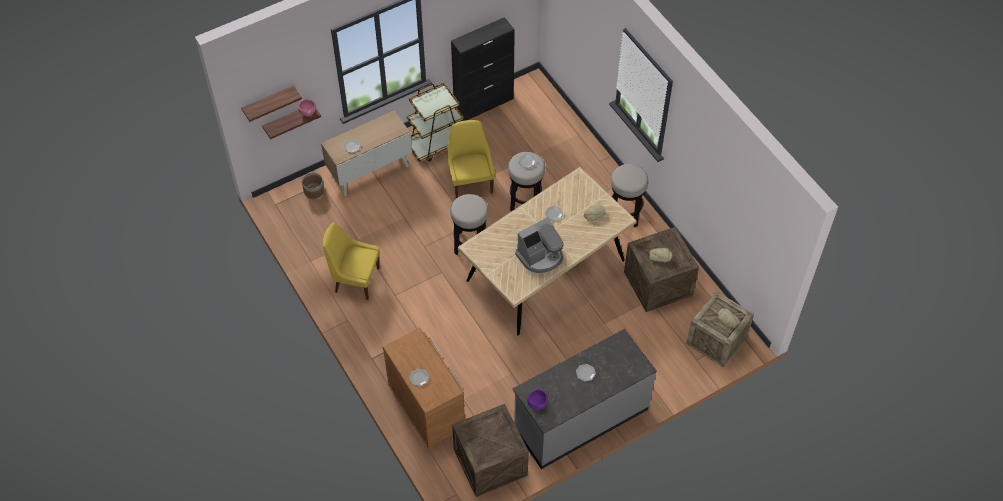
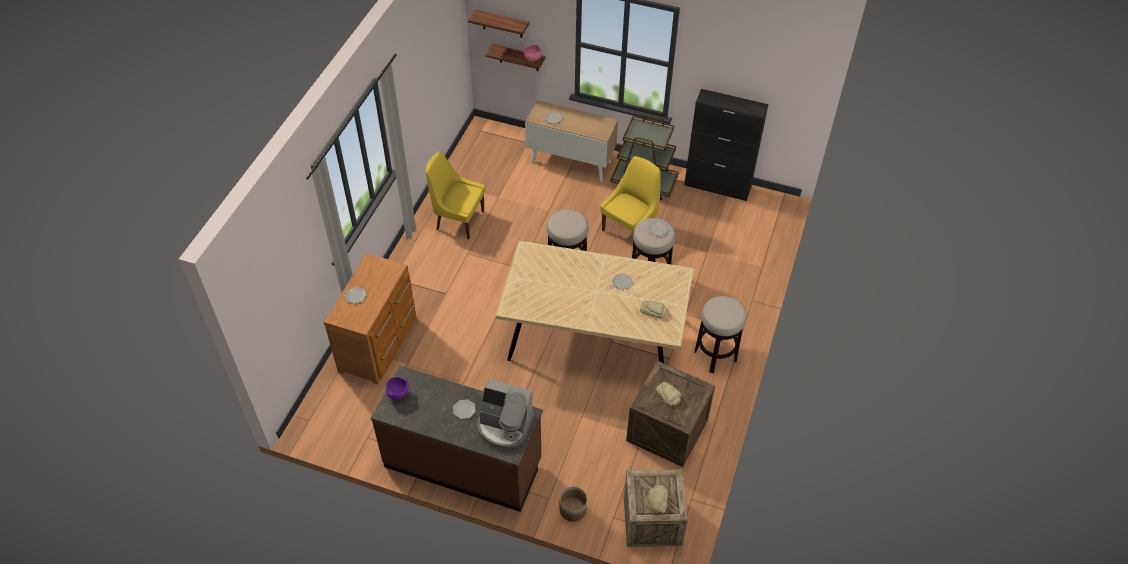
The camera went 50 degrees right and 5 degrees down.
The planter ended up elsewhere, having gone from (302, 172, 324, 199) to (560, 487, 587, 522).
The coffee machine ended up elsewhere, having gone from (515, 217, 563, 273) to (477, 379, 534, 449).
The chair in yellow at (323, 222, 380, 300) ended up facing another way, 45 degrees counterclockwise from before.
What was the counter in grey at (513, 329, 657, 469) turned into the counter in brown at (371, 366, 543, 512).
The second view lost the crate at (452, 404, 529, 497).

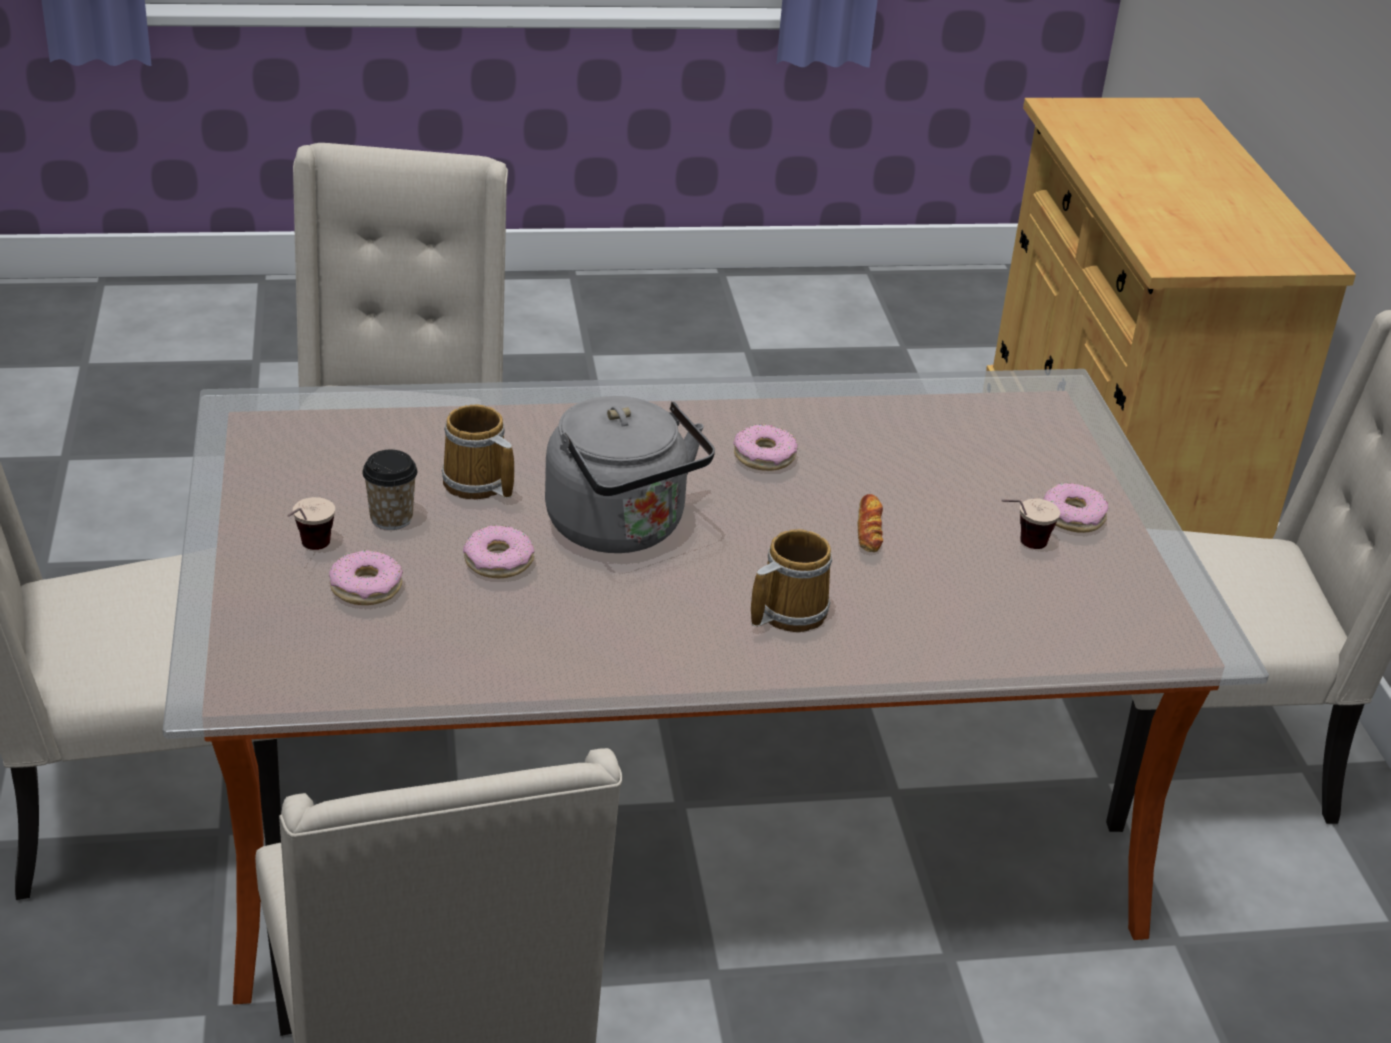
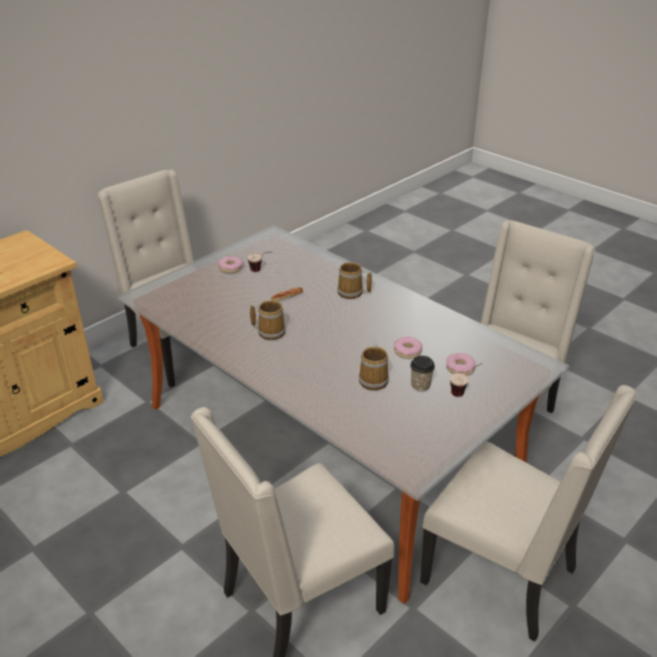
The camera went 125 degrees left and 0 degrees up.
The second view lost the kettle in grey at (545, 396, 715, 553).
Where the donut stood at (733, 424, 798, 471), the mug came to stand at (250, 300, 285, 340).

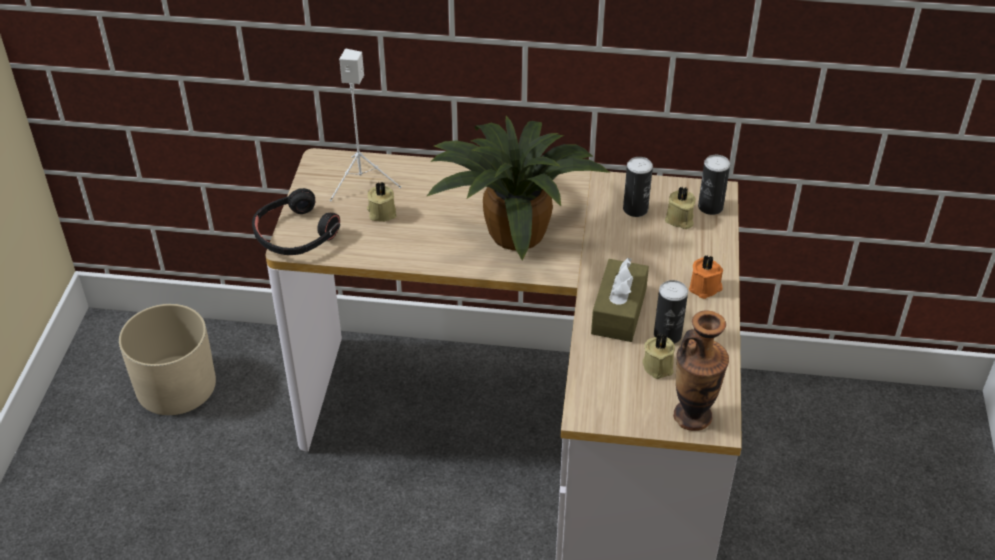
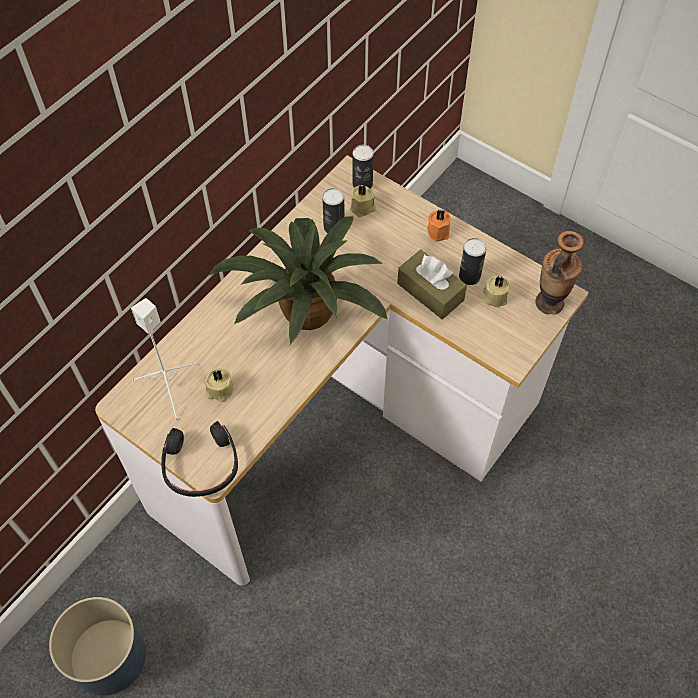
The camera went 60 degrees left and 15 degrees up.
What was the planter in beige at (119, 304, 216, 415) turned into the planter in blue at (49, 597, 146, 696).

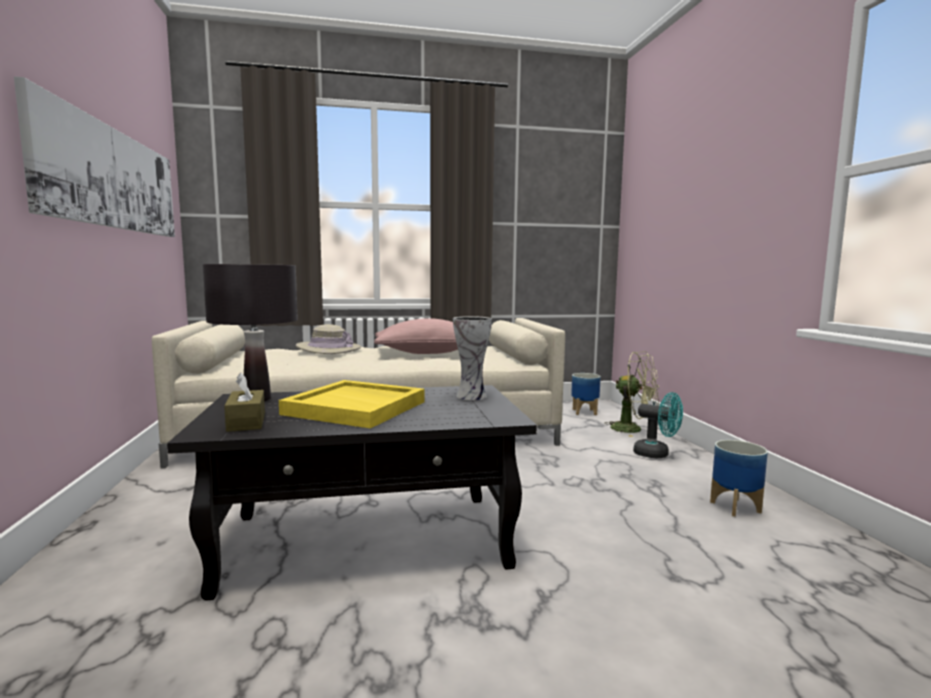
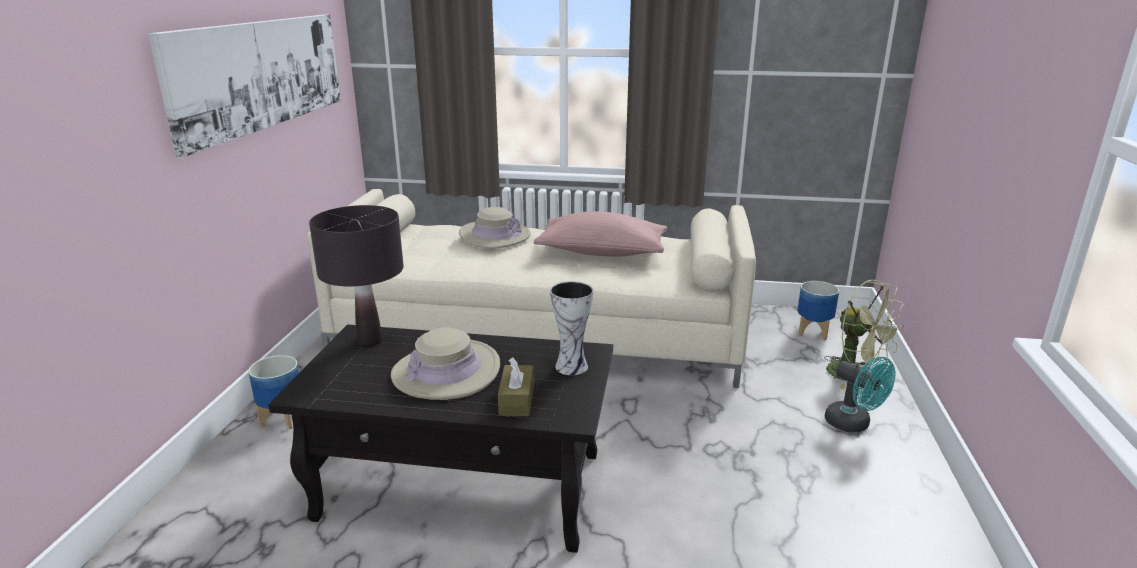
The camera went 20 degrees right and 15 degrees up.
The tissue box in brown ended up elsewhere, having gone from (224, 373, 265, 432) to (498, 357, 534, 416).
Where the tray in yellow stood at (279, 380, 425, 429), the hat in beige came to stand at (391, 327, 500, 400).
The planter ended up elsewhere, having gone from (710, 440, 768, 517) to (248, 355, 299, 430).

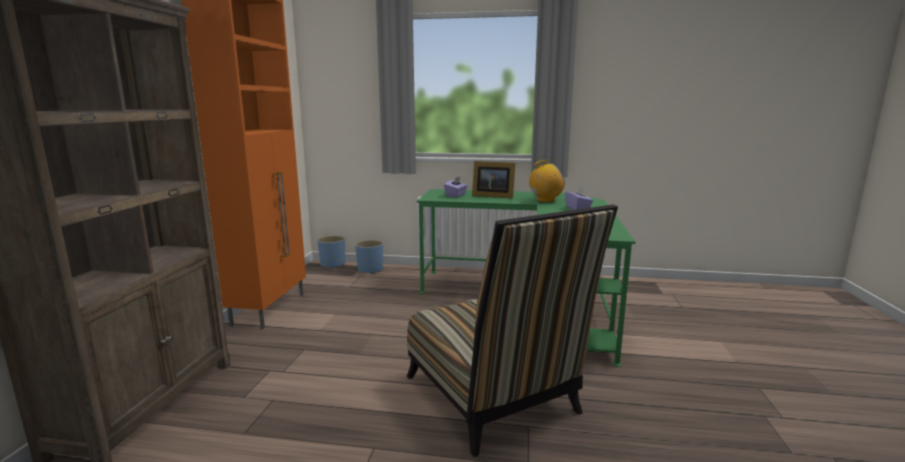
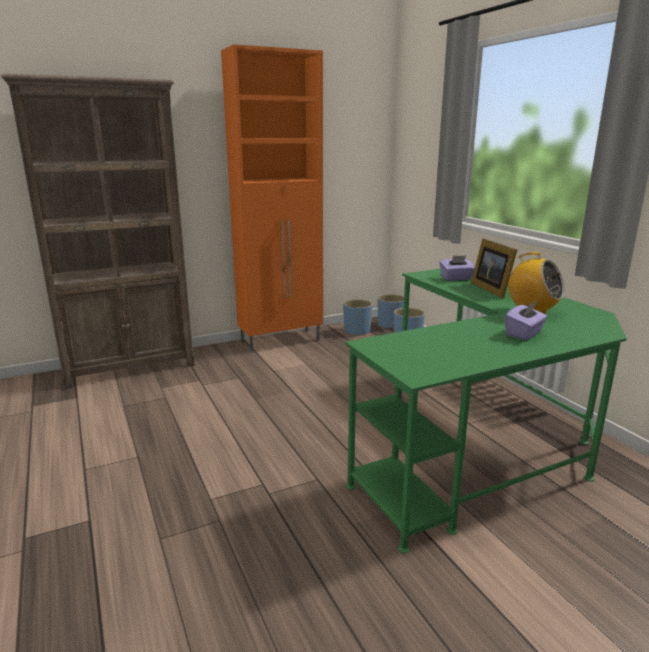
The camera went 55 degrees right and 5 degrees up.
The second view lost the chair at (407, 204, 618, 457).
The second view gained the planter in blue at (343, 299, 373, 336).

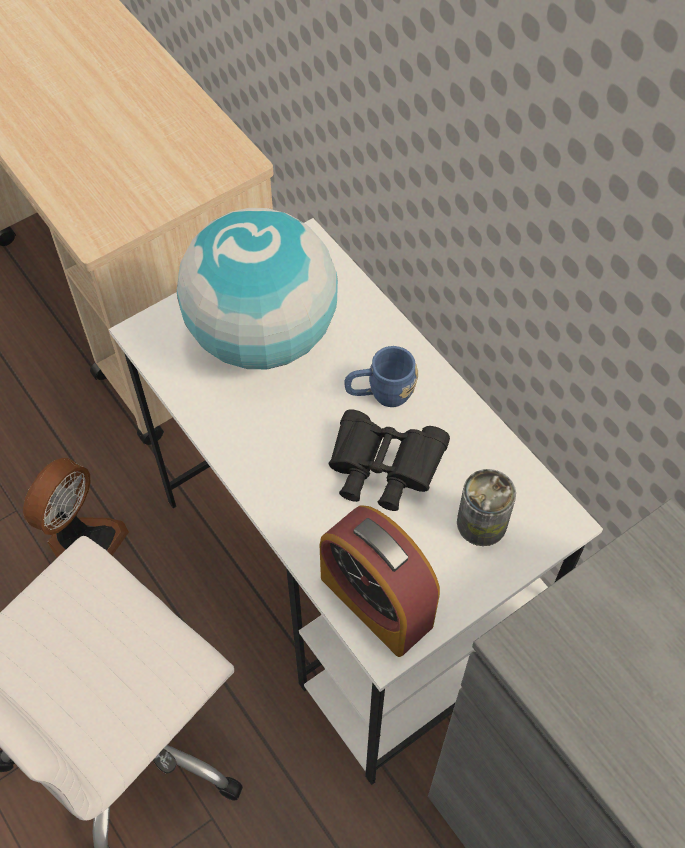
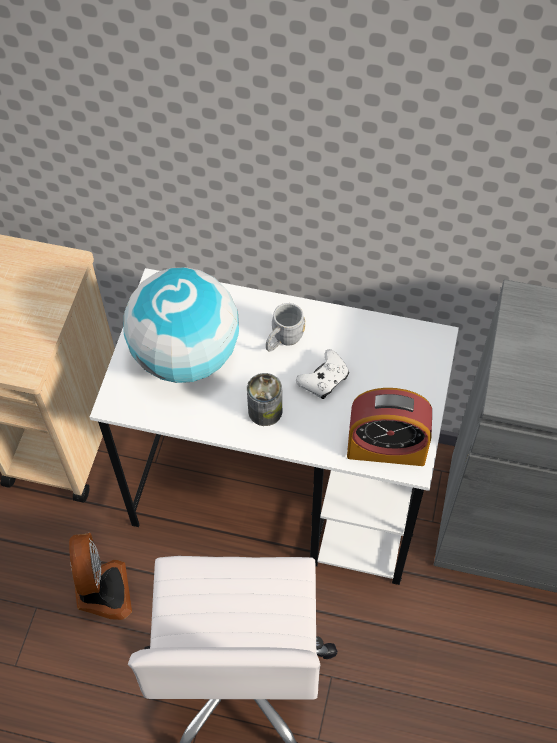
The camera went 40 degrees left and 0 degrees up.
What was the mug in blue at (344, 346, 418, 407) turned into the mug in grey at (266, 303, 305, 352).
Where the binoculars in black stood at (328, 409, 450, 511), the game controller in white came to stand at (296, 349, 349, 399).
The can ended up elsewhere, having gone from (457, 469, 516, 546) to (247, 373, 282, 426).

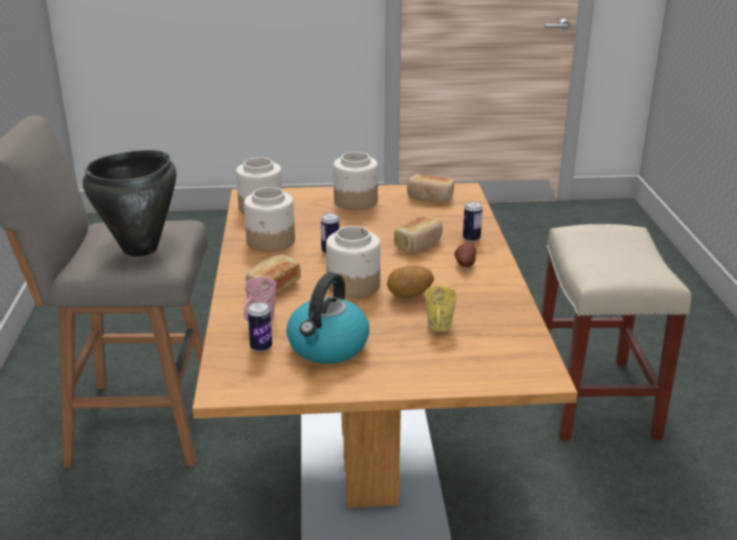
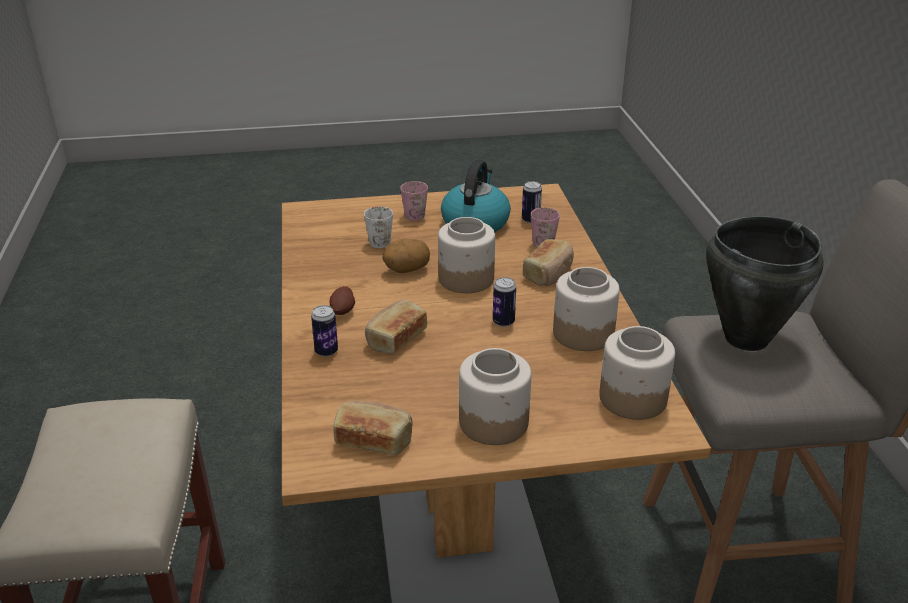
The camera went 175 degrees right and 5 degrees up.
What was the mug in yellow at (425, 285, 457, 332) turned into the mug in white at (364, 206, 393, 248).
The second view gained the mug in pink at (400, 181, 428, 221).

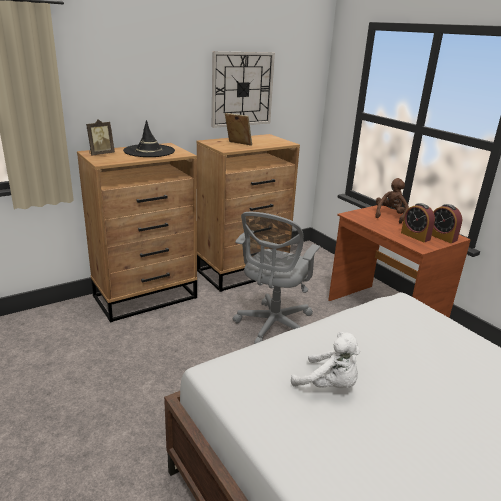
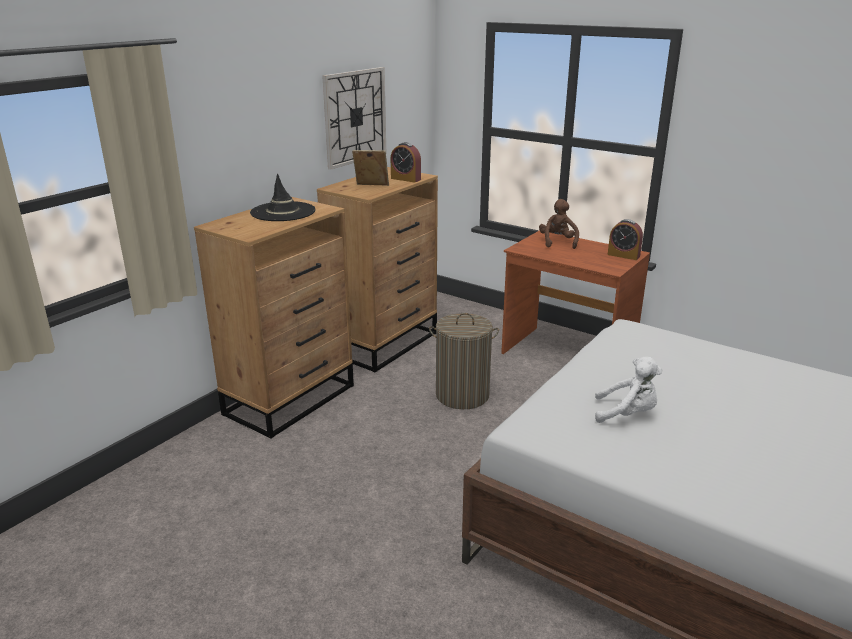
The camera went 20 degrees left and 0 degrees up.
The second view lost the picture frame at (86, 119, 115, 155).
The alarm clock ended up elsewhere, having gone from (401, 203, 435, 242) to (391, 142, 421, 183).
Where the office chair in grey stood at (233, 212, 320, 344), the laundry basket came to stand at (429, 313, 499, 409).

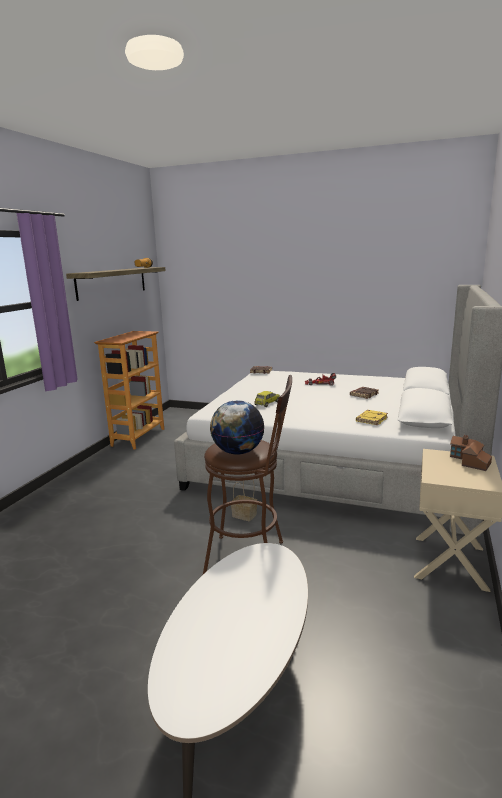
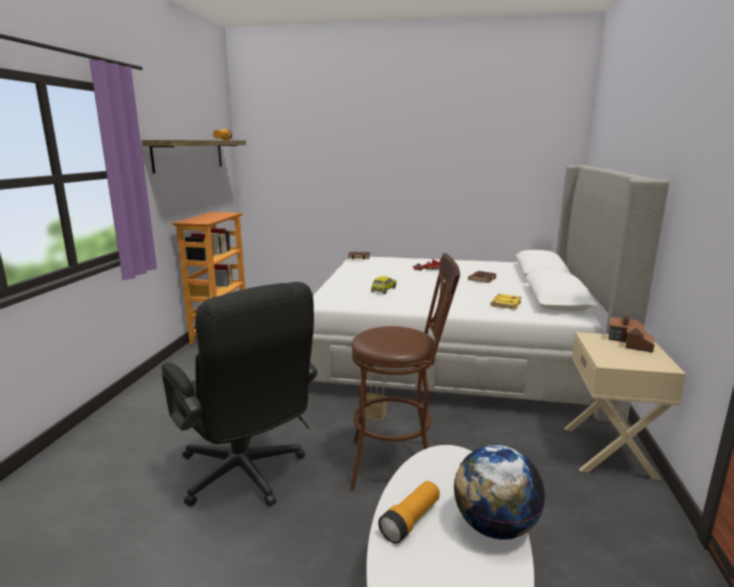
The camera went 10 degrees left and 0 degrees up.
The globe ended up elsewhere, having gone from (210, 400, 264, 455) to (454, 445, 545, 540).
The second view gained the office chair in black at (161, 282, 317, 507).
The second view gained the flashlight at (378, 481, 440, 544).

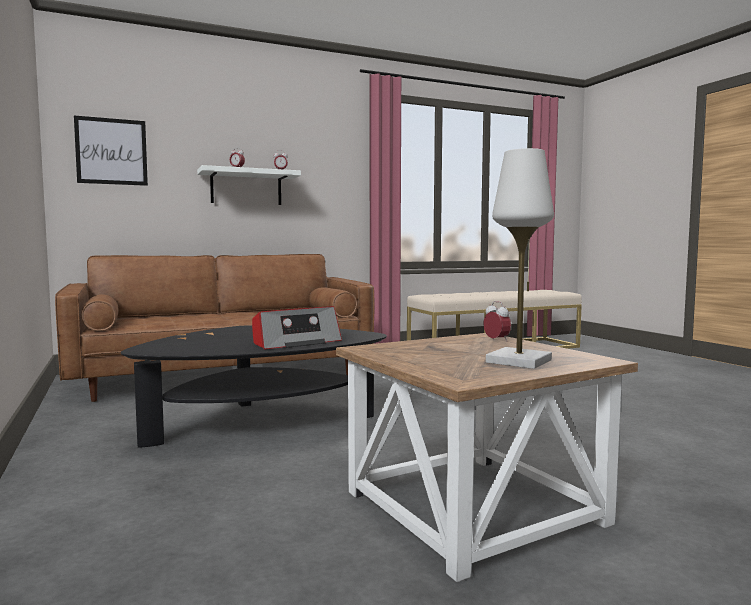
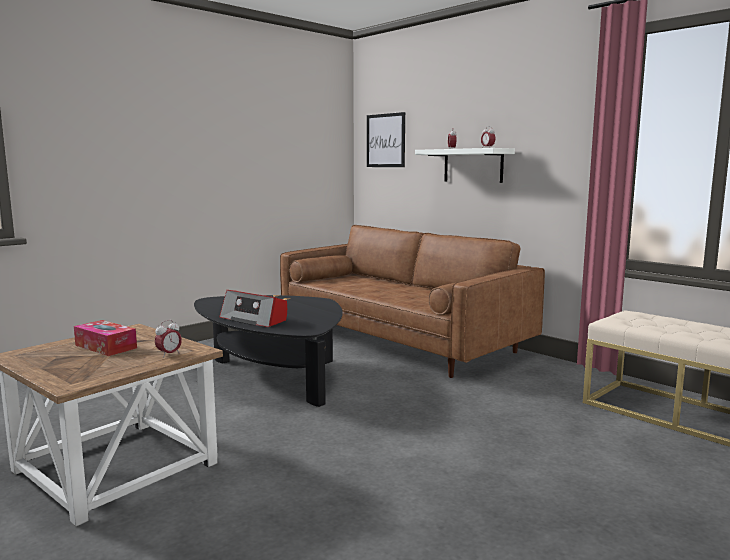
The camera went 70 degrees right and 5 degrees up.
The second view lost the table lamp in white at (486, 148, 554, 369).
The second view gained the tissue box at (74, 320, 137, 356).

